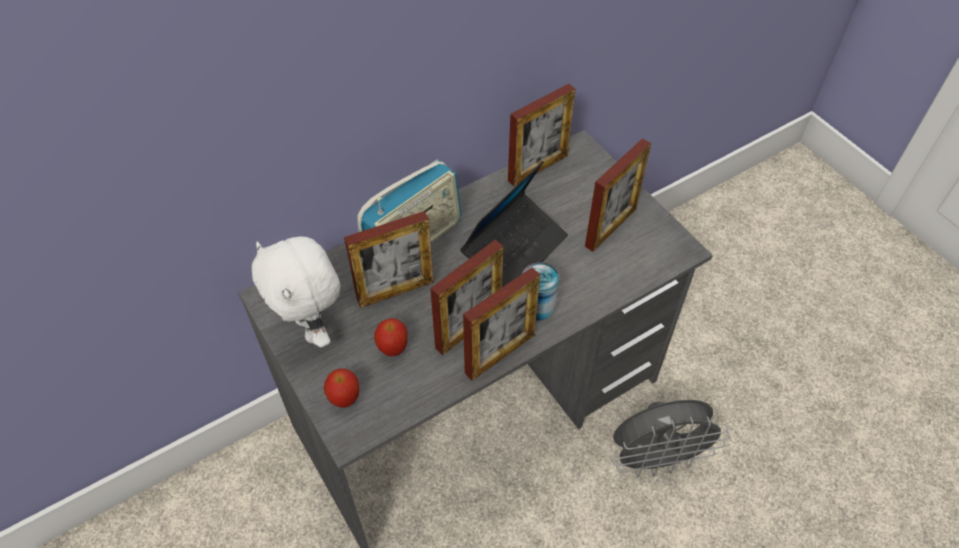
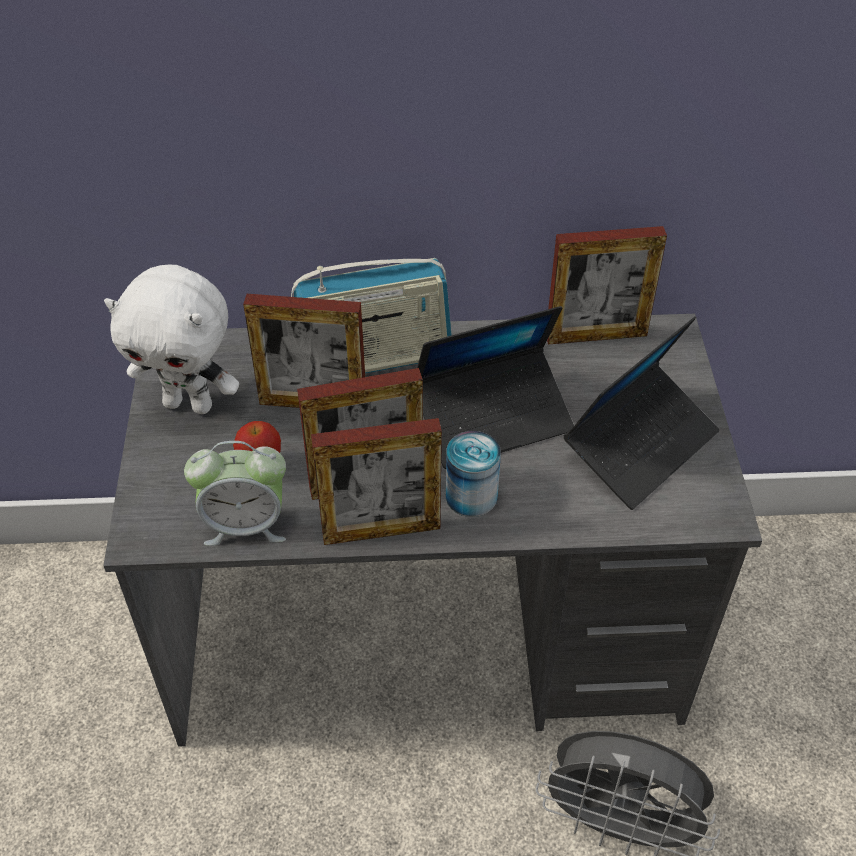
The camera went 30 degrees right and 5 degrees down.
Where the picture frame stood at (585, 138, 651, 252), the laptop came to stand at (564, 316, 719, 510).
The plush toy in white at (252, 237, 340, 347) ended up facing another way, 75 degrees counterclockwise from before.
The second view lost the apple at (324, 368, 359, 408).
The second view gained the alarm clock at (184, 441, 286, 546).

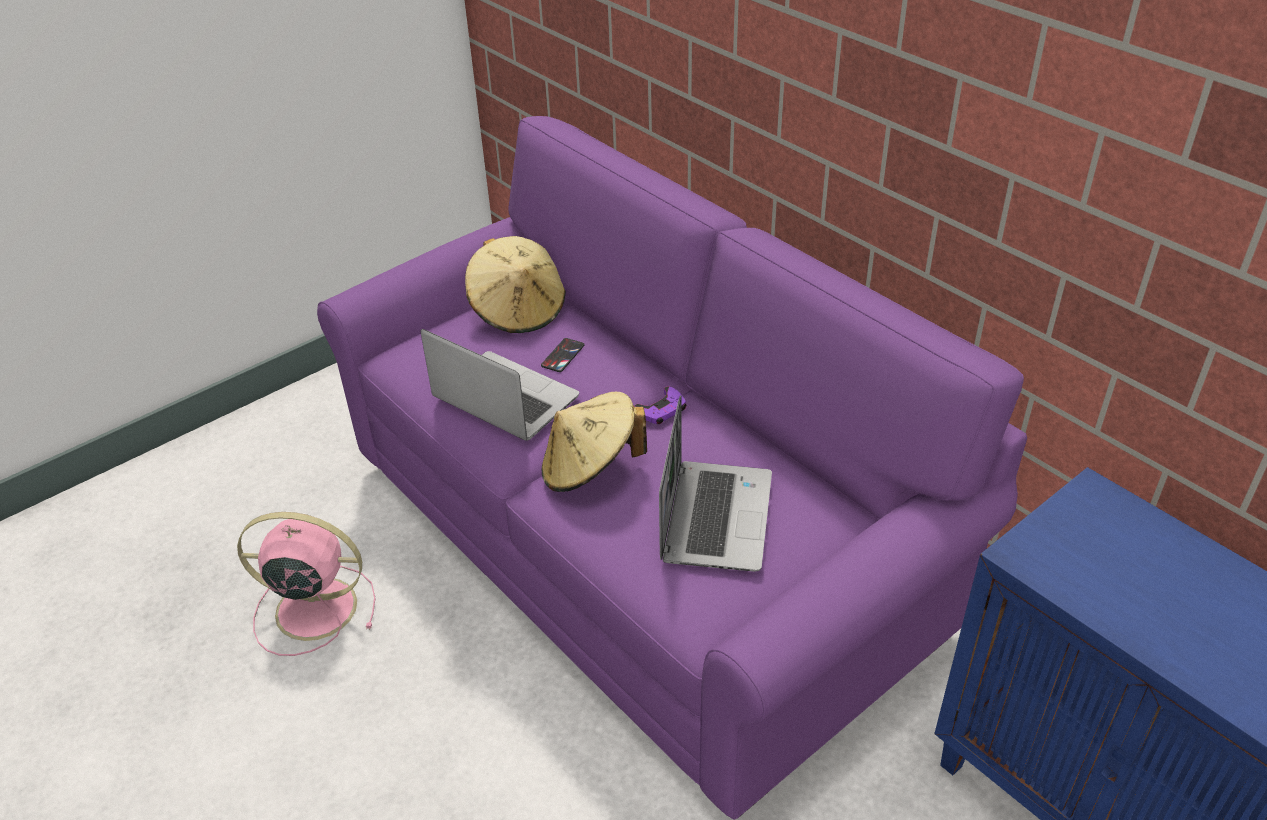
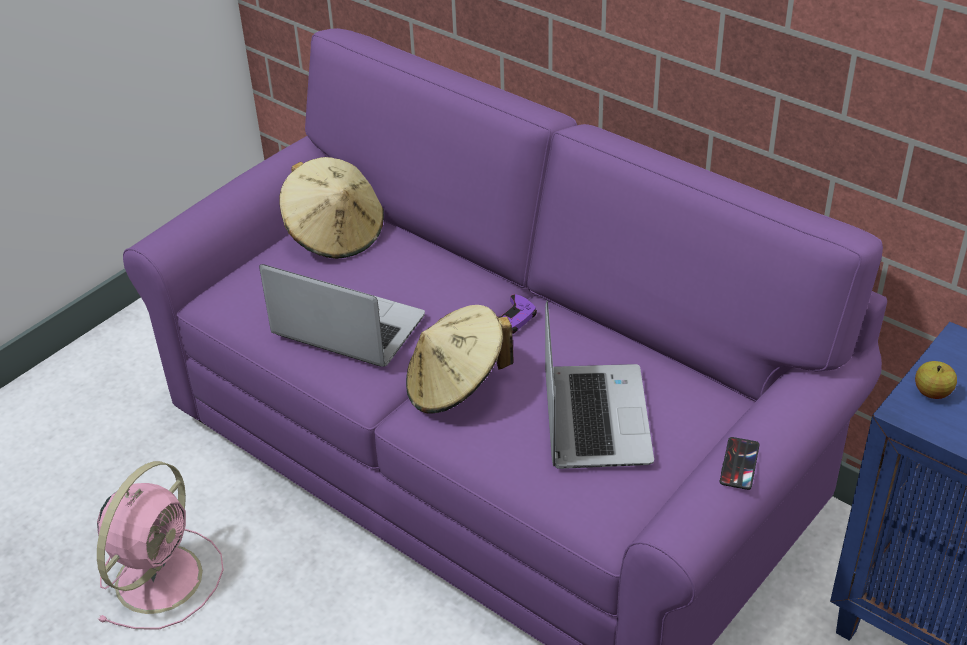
The camera went 10 degrees left and 0 degrees up.
The phone ended up elsewhere, having gone from (541, 338, 585, 372) to (720, 437, 759, 490).
The fan in pink at (237, 512, 376, 656) ended up facing another way, 120 degrees clockwise from before.
The second view gained the apple at (915, 361, 957, 399).

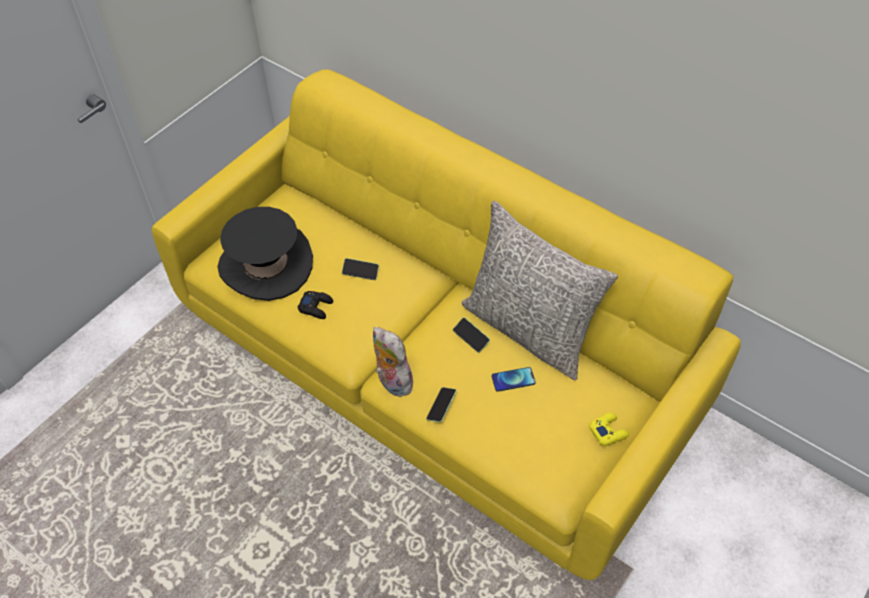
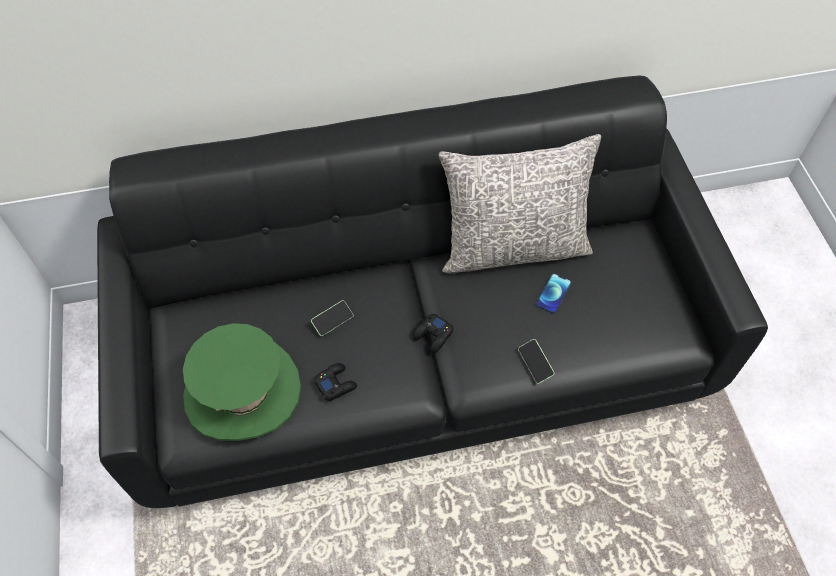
The camera went 50 degrees left and 5 degrees up.
What was the sofa in yellow at (152, 69, 741, 580) turned into the sofa in black at (97, 76, 768, 508).
What was the hat in black at (217, 207, 313, 301) turned into the hat in green at (183, 323, 301, 441).
The second view lost the phone at (453, 317, 490, 353).
The second view lost the plush toy at (373, 327, 413, 397).
The second view lost the game controller in yellow at (589, 412, 629, 446).
The second view gained the game controller in black at (413, 313, 453, 353).

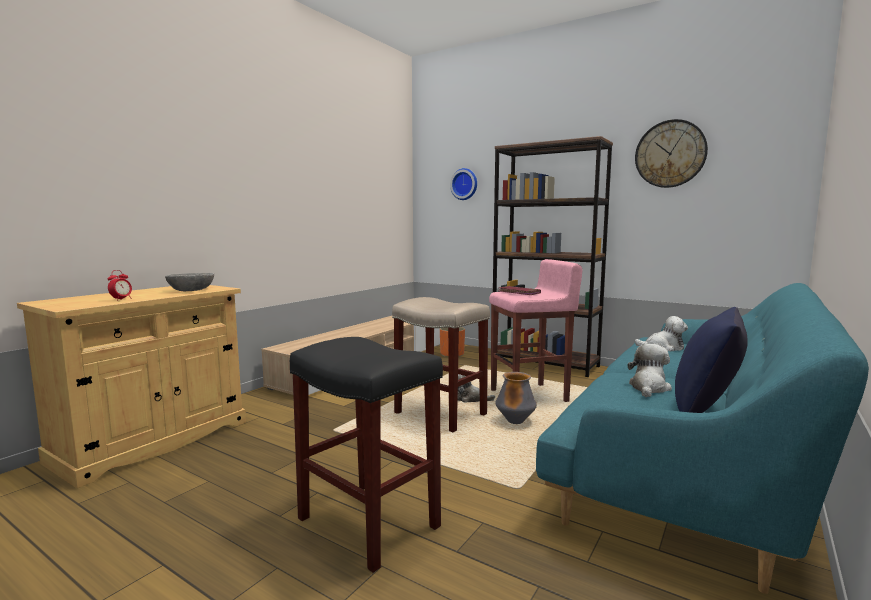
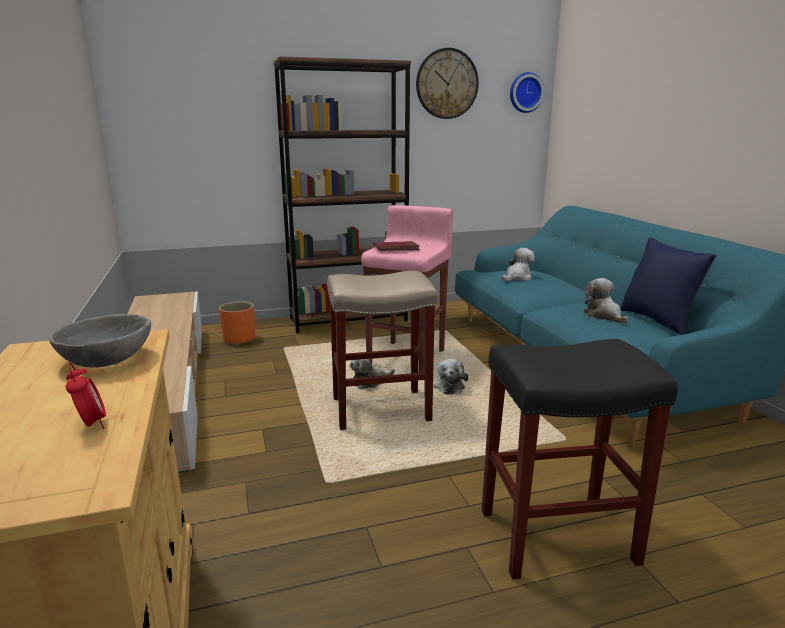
The camera went 50 degrees left and 10 degrees up.
The wall clock ended up elsewhere, having gone from (450, 168, 477, 200) to (510, 72, 544, 113).
Where the vase stood at (495, 372, 537, 424), the plush toy came to stand at (433, 359, 468, 394).

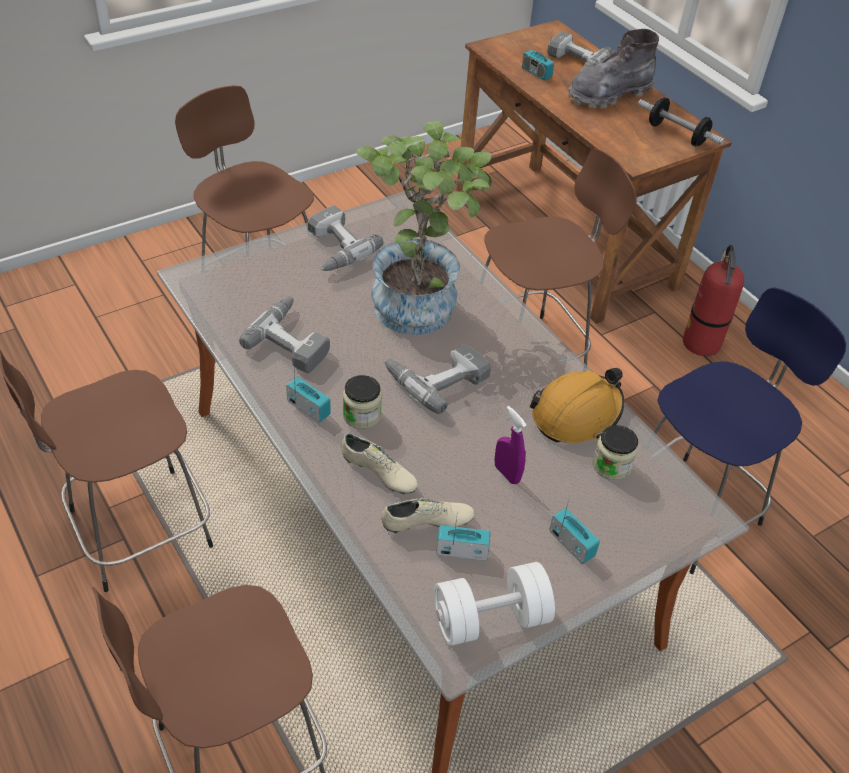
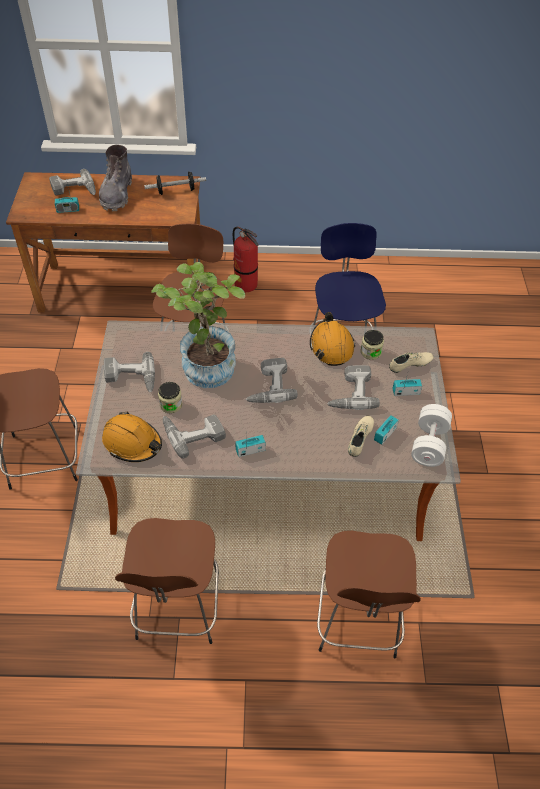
The camera went 55 degrees left and 5 degrees up.
The jar ended up elsewhere, having gone from (343, 375, 382, 429) to (158, 382, 183, 413).
Where the spray bottle in purple stood at (494, 406, 527, 484), the power drill came to stand at (327, 365, 380, 410).
The shoe in beige ended up elsewhere, having gone from (342, 433, 418, 494) to (389, 352, 433, 373).
The second view gained the hard hat in orange at (102, 412, 162, 462).

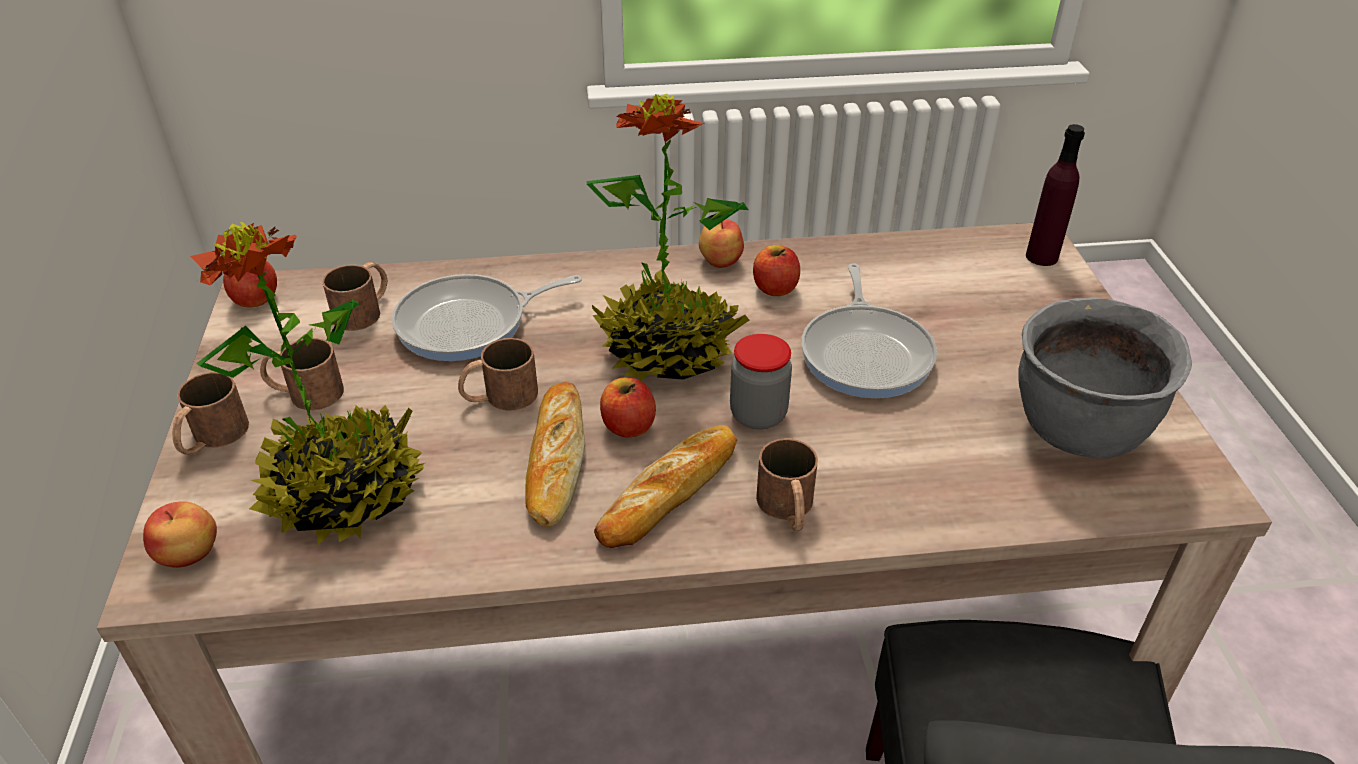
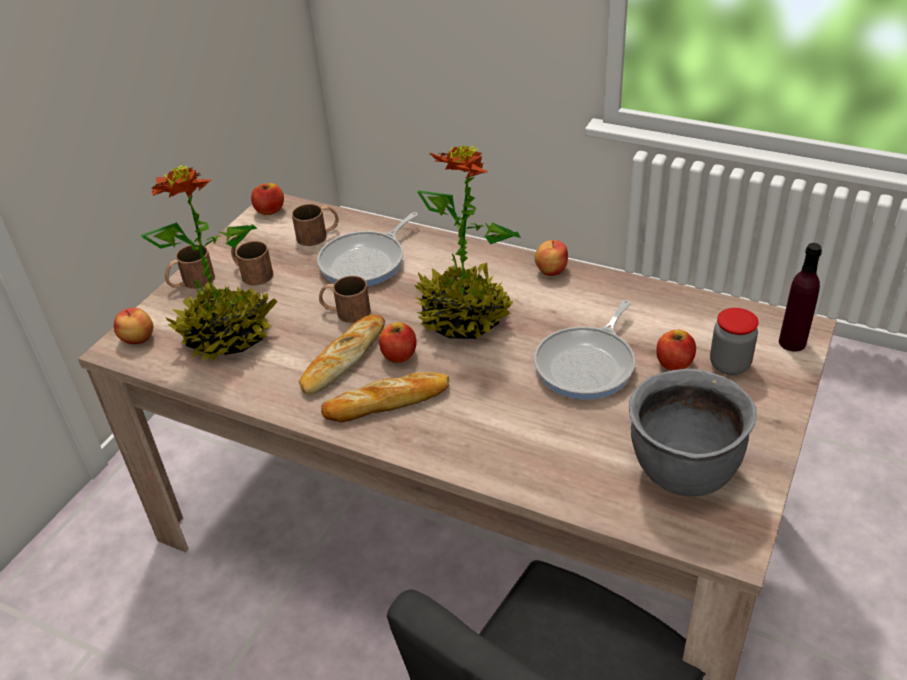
The camera went 35 degrees right and 0 degrees up.
The apple ended up elsewhere, having gone from (753, 245, 800, 296) to (656, 330, 696, 371).
The frying pan at (392, 274, 582, 361) ended up facing another way, 60 degrees counterclockwise from before.
The jar ended up elsewhere, having gone from (730, 334, 792, 430) to (710, 308, 759, 375).
The second view lost the mug in brown at (756, 438, 818, 531).

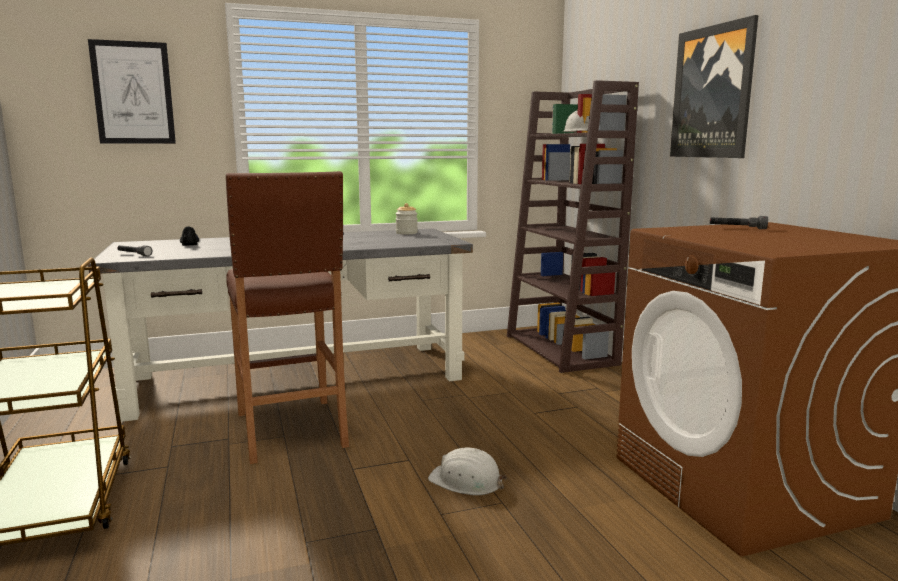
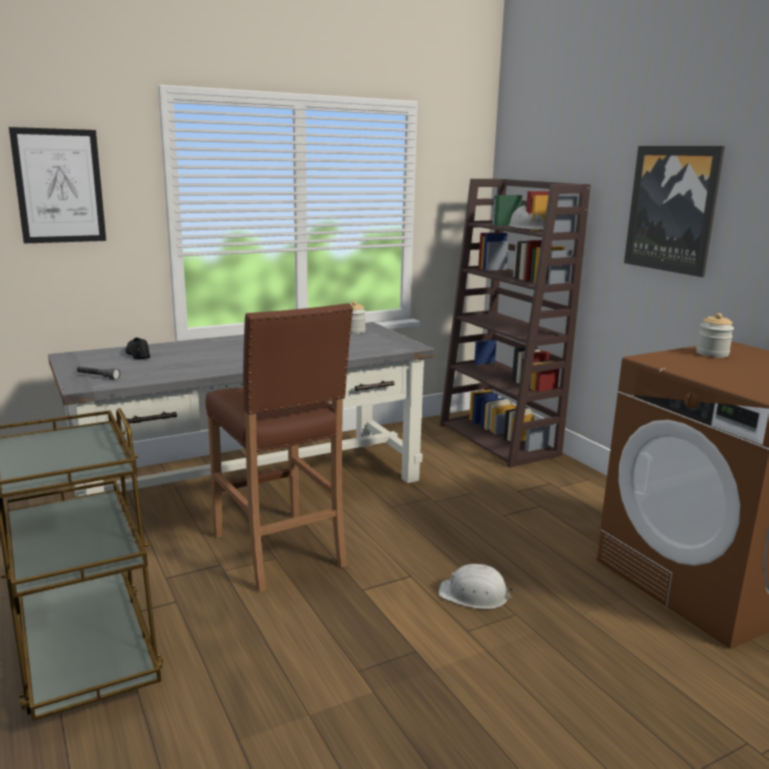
The camera went 10 degrees left and 5 degrees up.
Where the flashlight in grey stood at (710, 216, 768, 229), the jar came to stand at (696, 313, 734, 358).

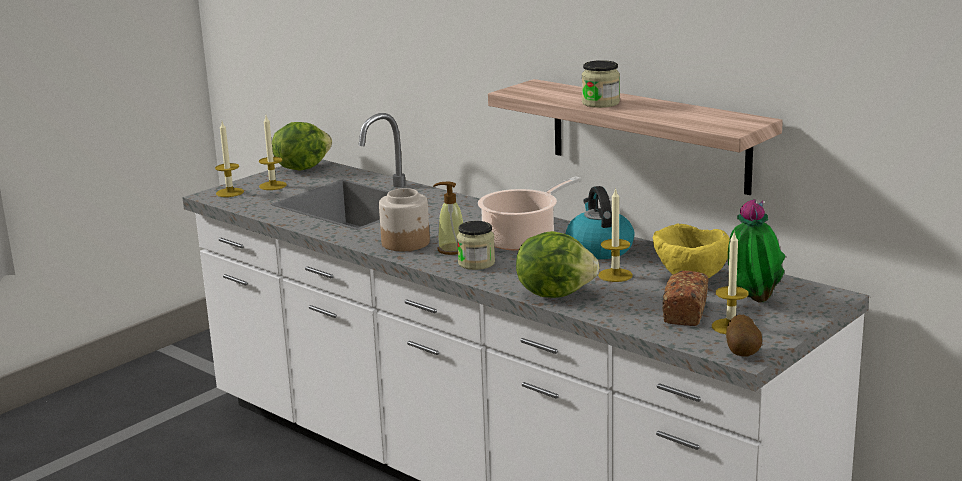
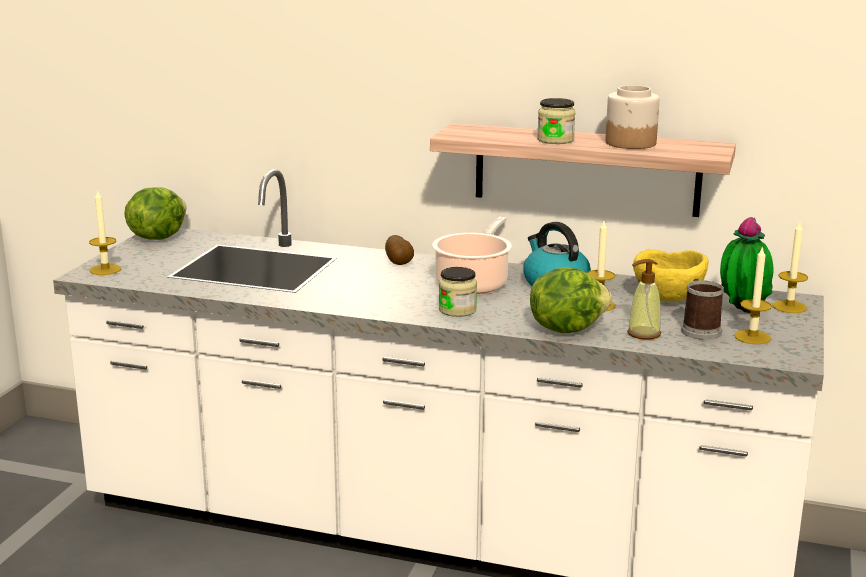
The camera went 25 degrees left and 0 degrees up.
The candle ended up elsewhere, having gone from (259, 116, 287, 190) to (772, 222, 808, 313).
The soap dispenser ended up elsewhere, having gone from (433, 182, 464, 255) to (627, 259, 661, 340).
The jar ended up elsewhere, having gone from (379, 188, 430, 251) to (605, 85, 660, 149).
Where the bread stood at (662, 270, 708, 326), the mug came to stand at (681, 279, 724, 340).
The potato ended up elsewhere, having gone from (726, 315, 762, 356) to (385, 235, 414, 265).

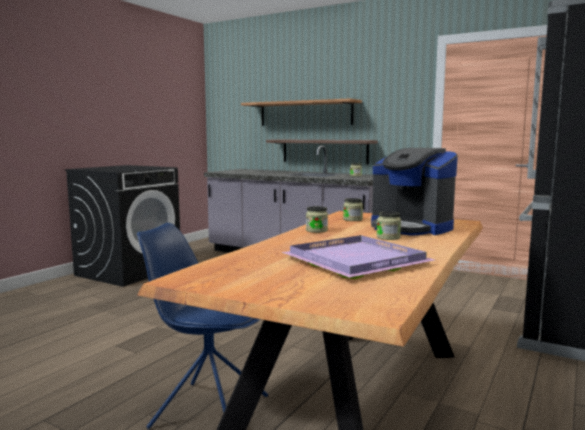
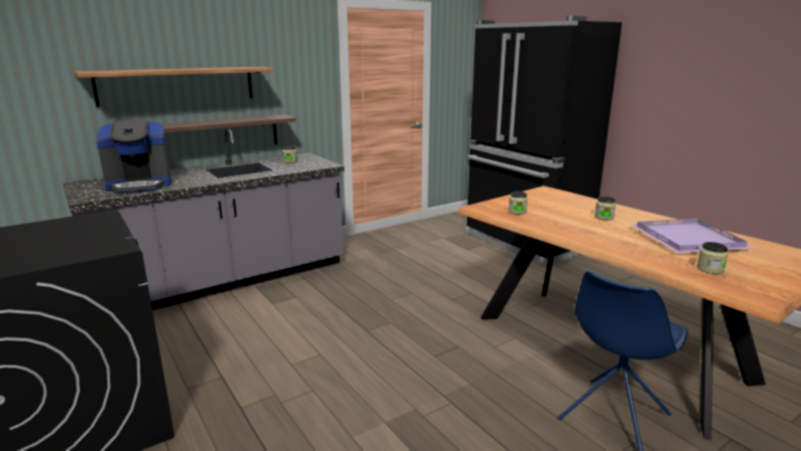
The camera went 65 degrees left and 10 degrees up.
The coffee machine ended up elsewhere, having gone from (371, 148, 458, 236) to (96, 119, 171, 193).
The jar ended up elsewhere, having gone from (306, 206, 328, 233) to (697, 242, 728, 274).

